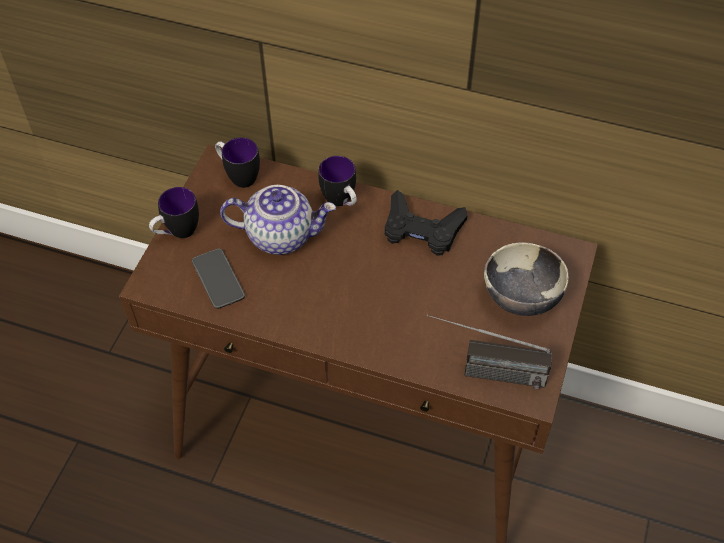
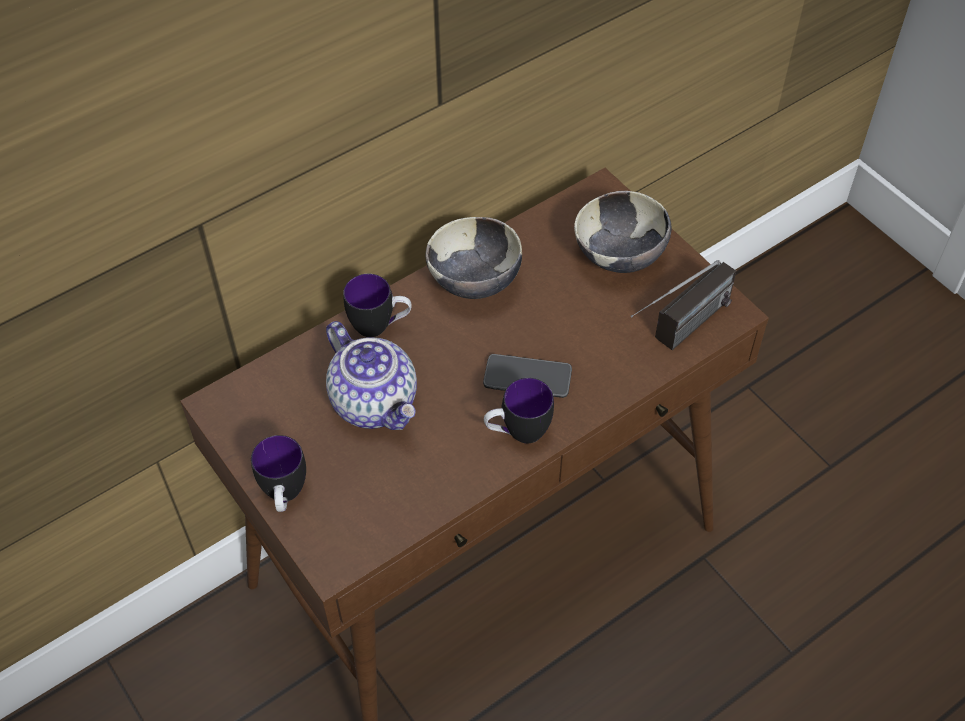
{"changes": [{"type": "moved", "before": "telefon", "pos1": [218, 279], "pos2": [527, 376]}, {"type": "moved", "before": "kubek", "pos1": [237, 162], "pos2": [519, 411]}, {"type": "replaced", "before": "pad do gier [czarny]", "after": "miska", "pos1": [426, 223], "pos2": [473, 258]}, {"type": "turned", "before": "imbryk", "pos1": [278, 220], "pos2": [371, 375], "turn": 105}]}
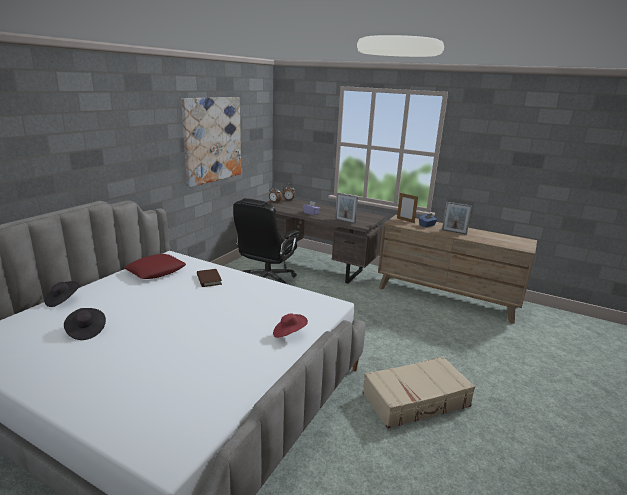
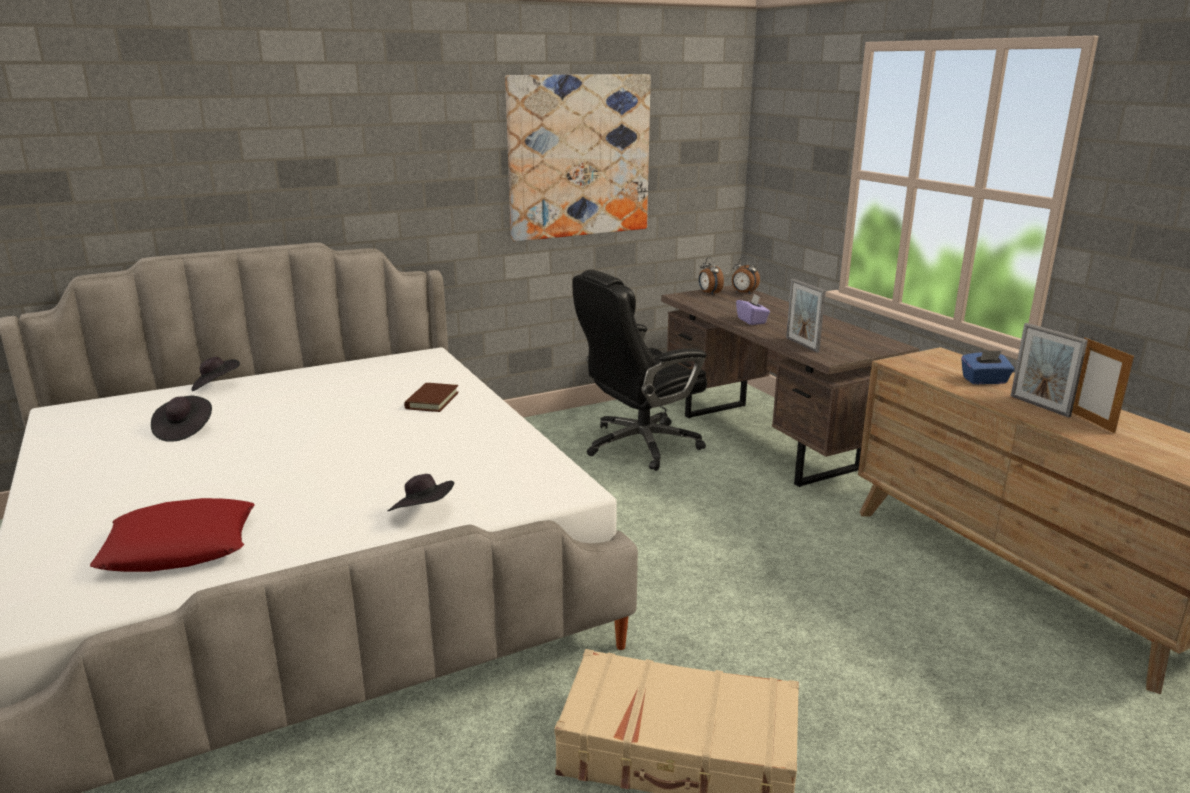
{"changes": [{"type": "moved", "before": "poduszka [czerwony]", "pos1": [155, 266], "pos2": [172, 535]}, {"type": "moved", "before": "ramka na zdjęcie", "pos1": [407, 207], "pos2": [1103, 385]}, {"type": "recoloured", "before": "kapelusz [czerwony]", "after": "kapelusz [czarny]", "pos1": [290, 325], "pos2": [421, 492]}]}
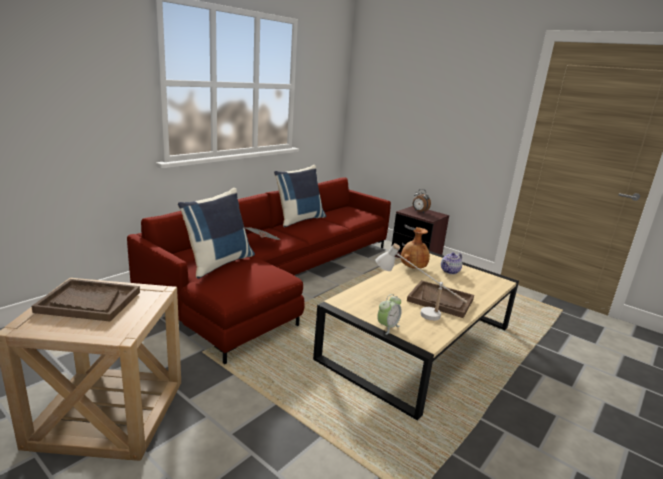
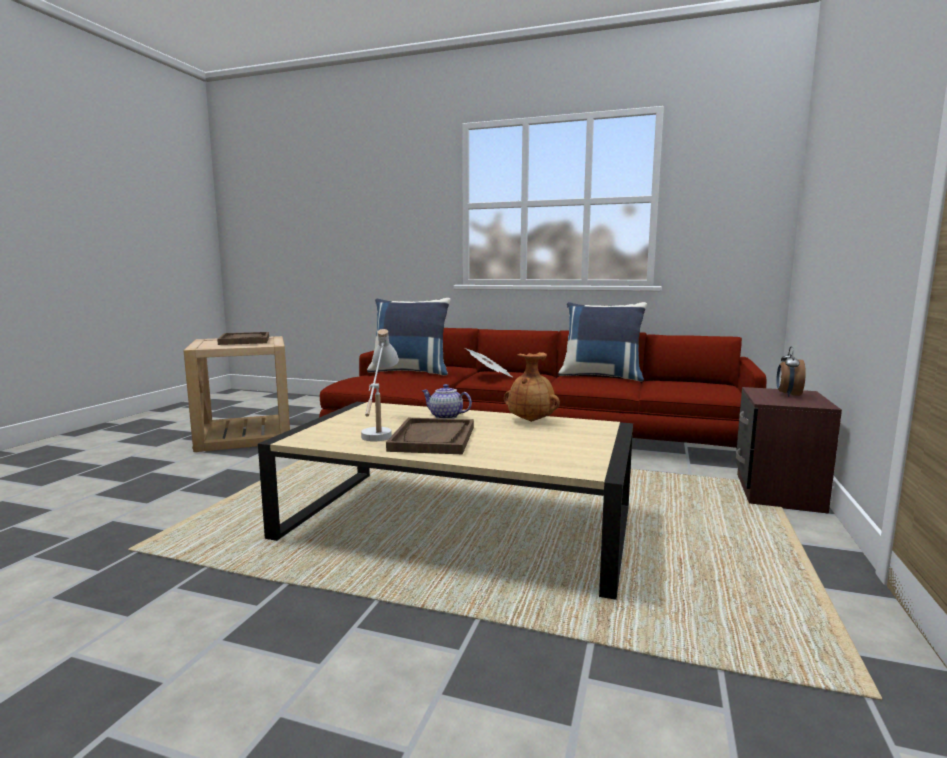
{"changes": [{"type": "removed", "before": "budzik", "pos1": [389, 314]}, {"type": "moved", "before": "imbryk", "pos1": [451, 263], "pos2": [447, 401]}]}
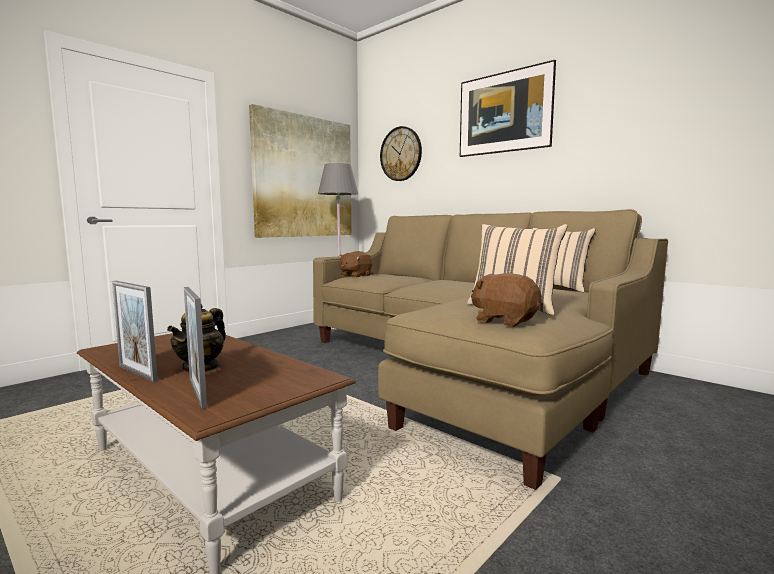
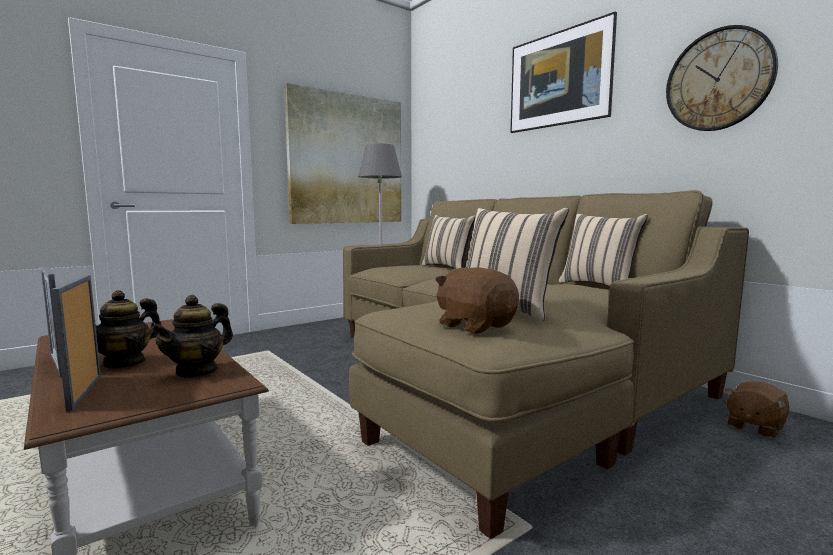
{"changes": [{"type": "added", "after": "imbryk", "pos2": [191, 336]}, {"type": "added", "after": "poduszka [beżowy]", "pos2": [448, 242]}, {"type": "moved", "before": "pluszak [brązowy]", "pos1": [356, 264], "pos2": [757, 409]}, {"type": "moved", "before": "zegar ścienny", "pos1": [401, 153], "pos2": [722, 78]}]}
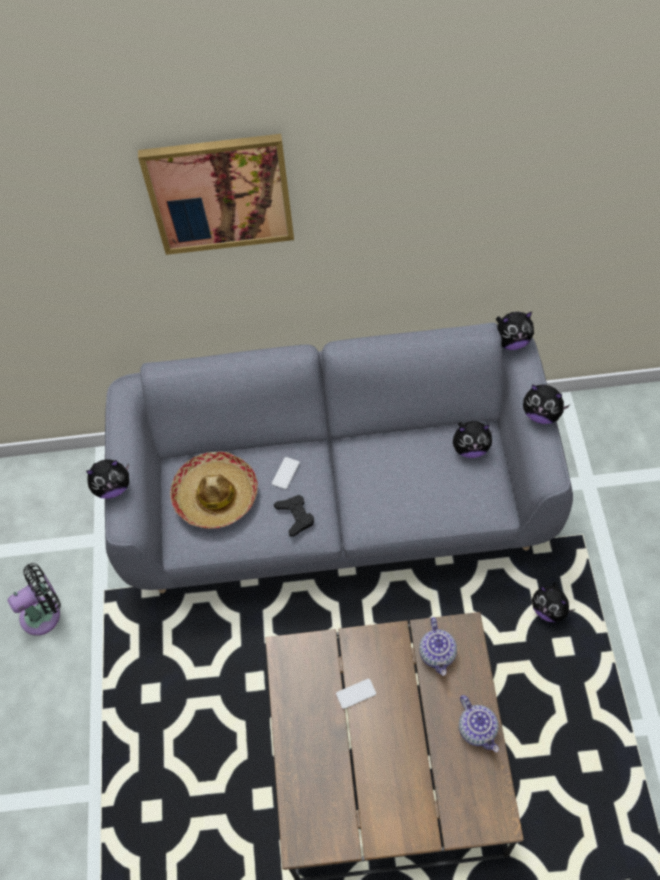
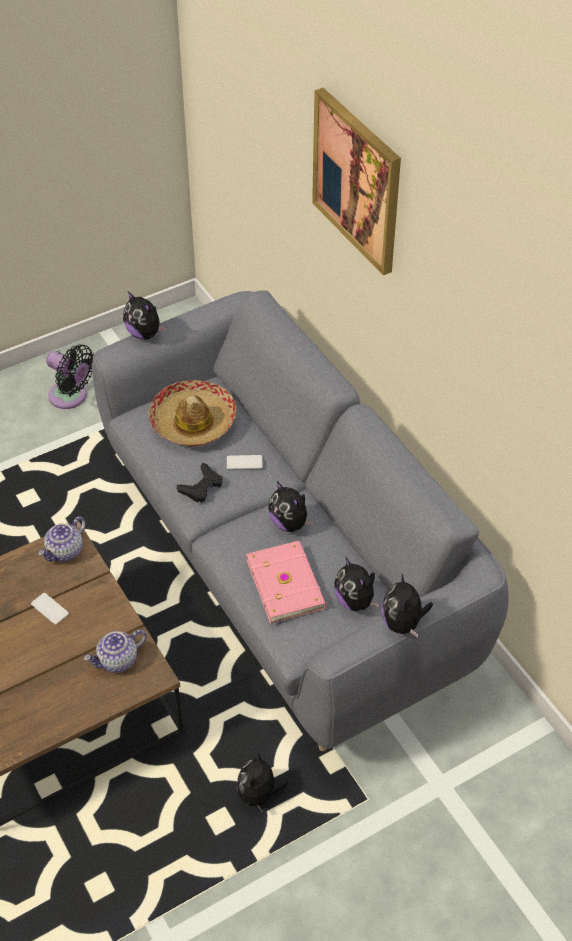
{"changes": [{"type": "added", "after": "książka [różowy]", "pos2": [286, 582]}, {"type": "moved", "before": "imbryk", "pos1": [479, 723], "pos2": [62, 539]}, {"type": "moved", "before": "pluszak", "pos1": [515, 331], "pos2": [290, 506]}]}
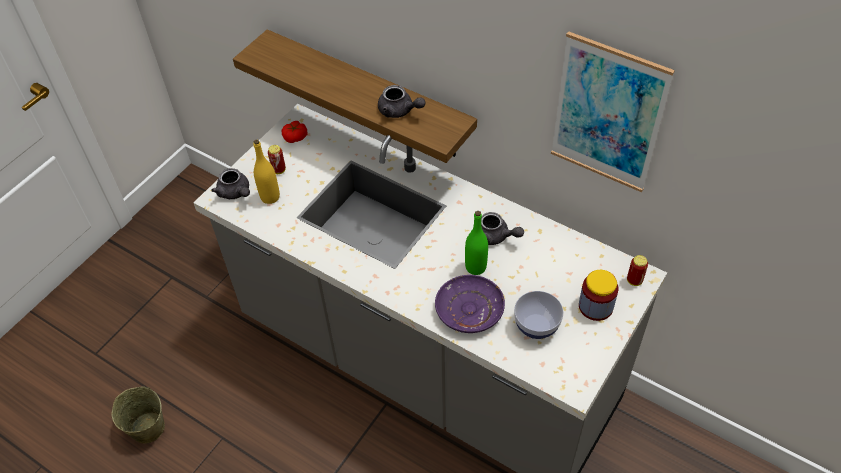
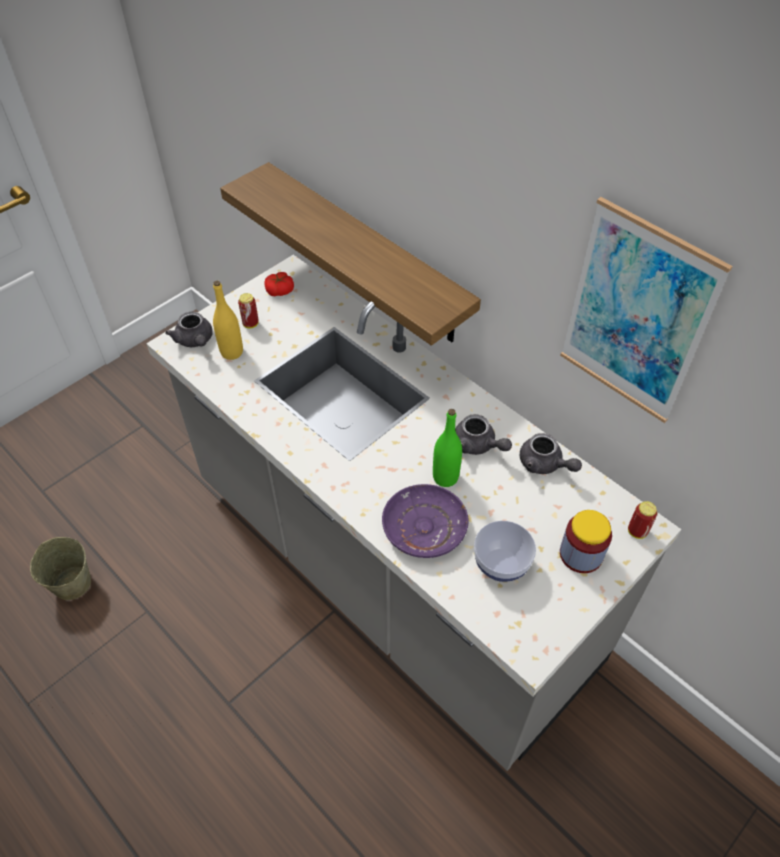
{"changes": [{"type": "moved", "before": "imbryk [szary]", "pos1": [402, 101], "pos2": [551, 453]}]}
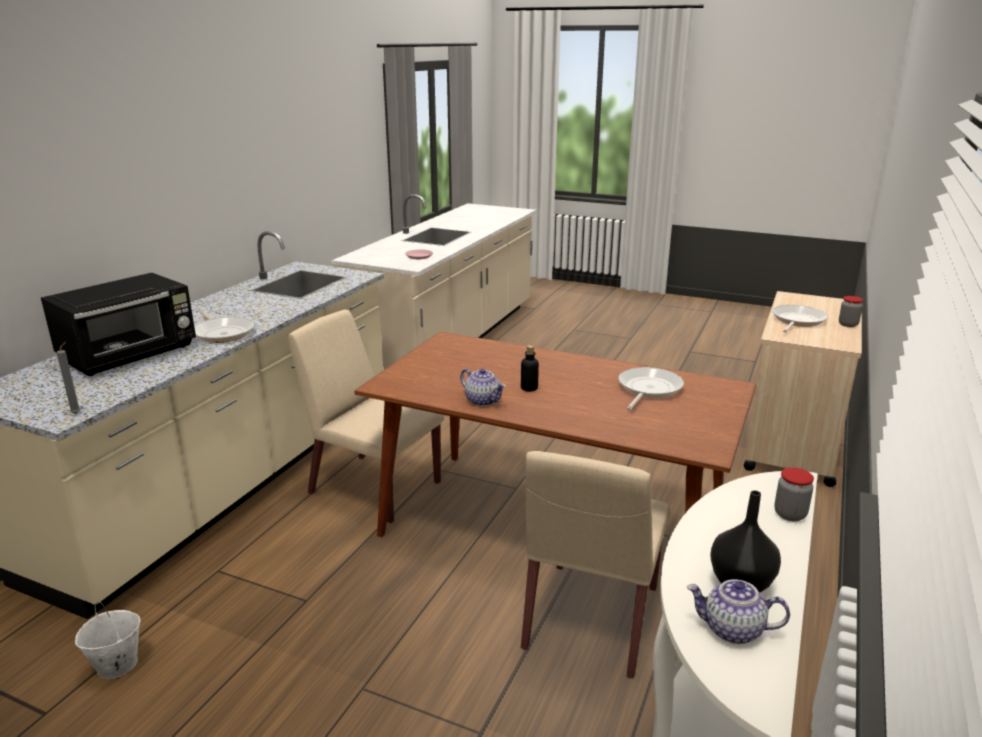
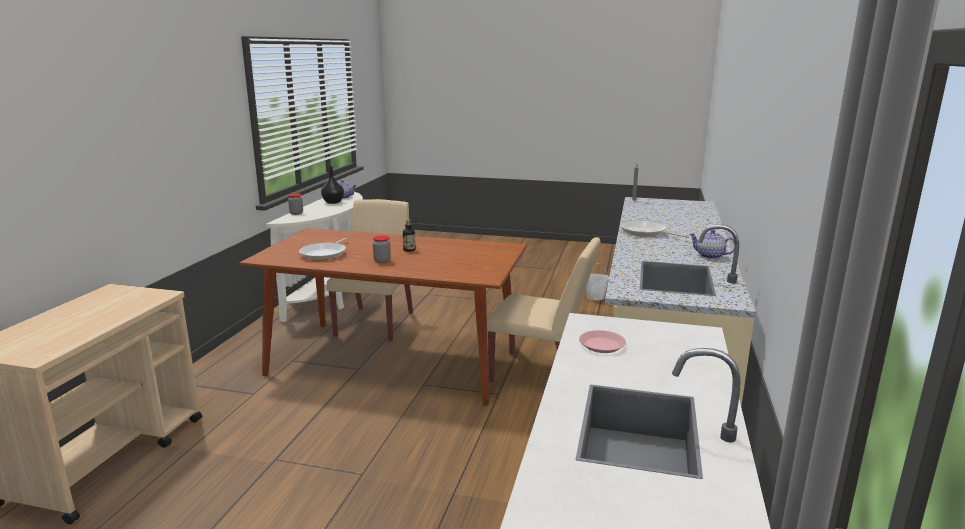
{"changes": [{"type": "removed", "before": "mikrofalówka [czarny]", "pos1": [118, 324]}, {"type": "removed", "before": "patelnia", "pos1": [800, 319]}, {"type": "moved", "before": "imbryk", "pos1": [483, 387], "pos2": [712, 244]}, {"type": "moved", "before": "słoik", "pos1": [851, 311], "pos2": [382, 249]}]}
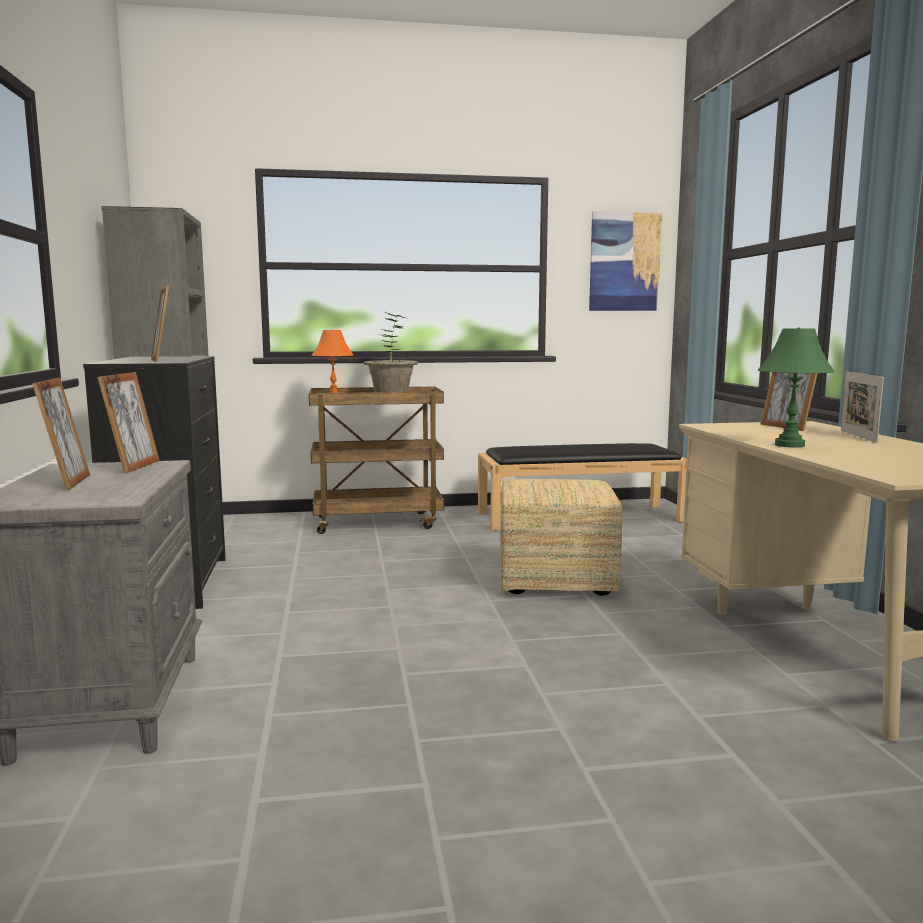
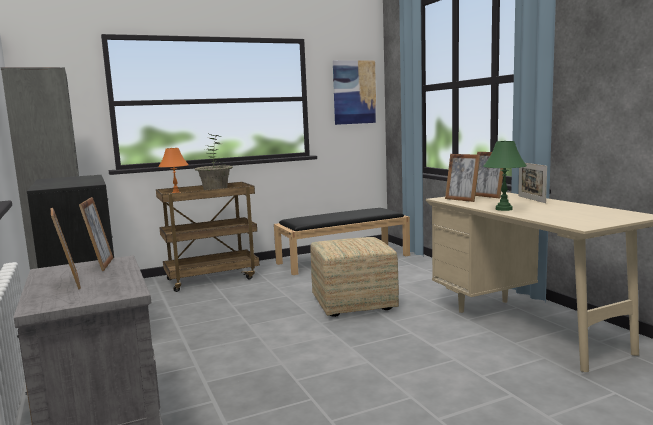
{"changes": [{"type": "moved", "before": "ramka na zdjęcie", "pos1": [160, 324], "pos2": [462, 178]}]}
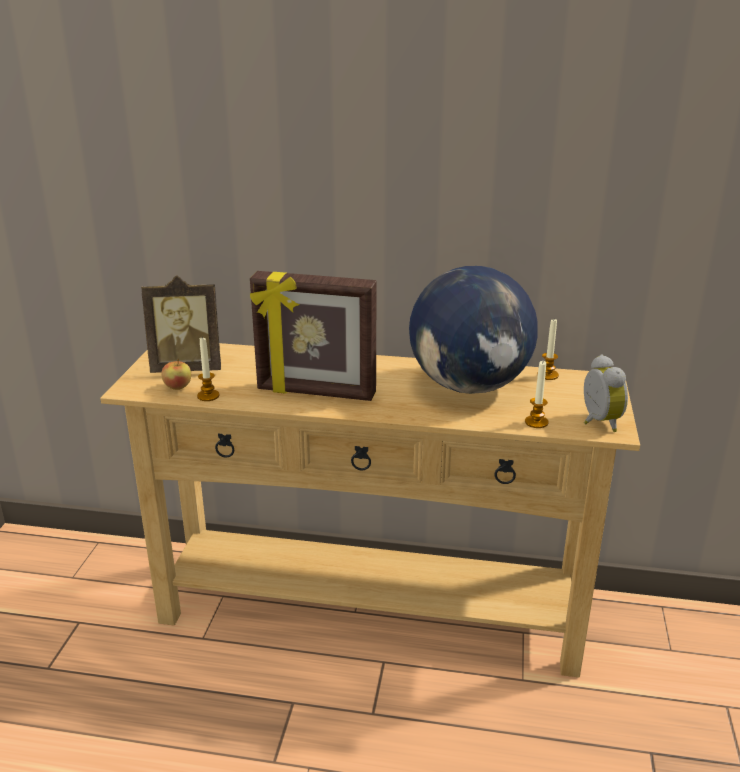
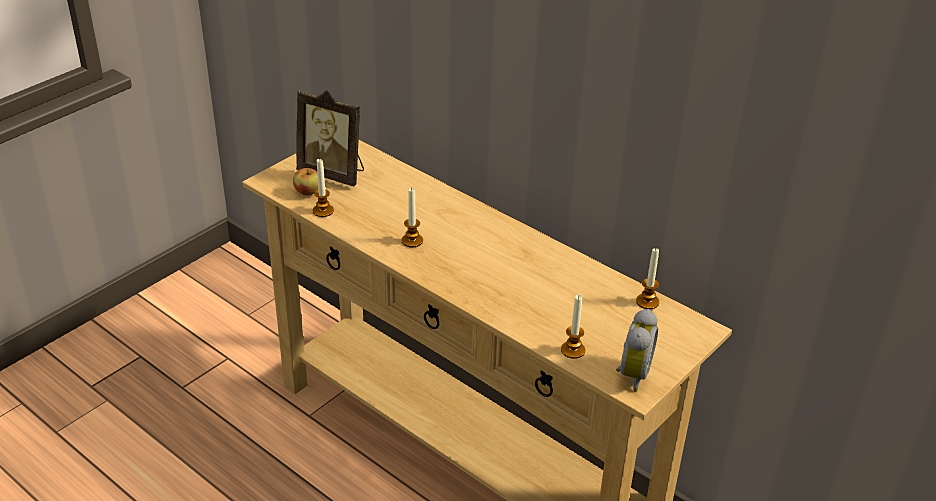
{"changes": [{"type": "removed", "before": "globus", "pos1": [473, 330]}, {"type": "replaced", "before": "ramka na zdjęcie", "after": "świeca", "pos1": [313, 336], "pos2": [412, 217]}]}
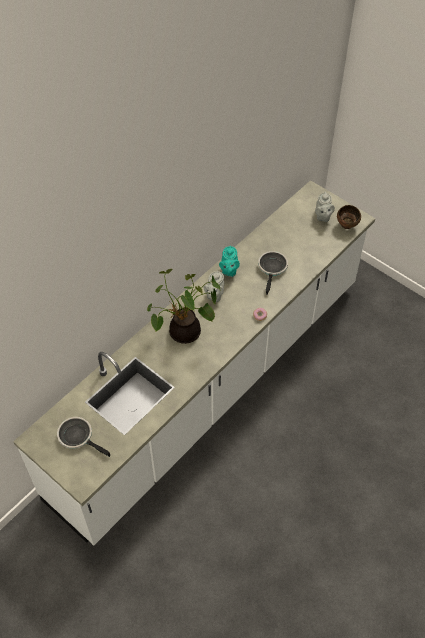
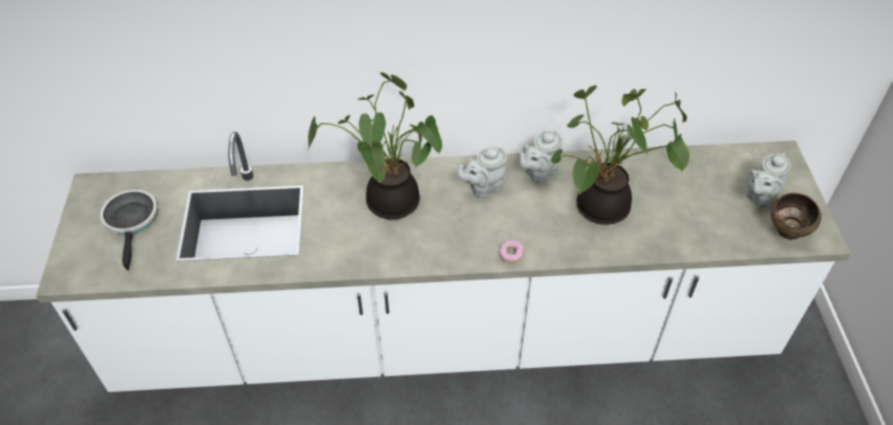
{"changes": [{"type": "replaced", "before": "patelnia", "after": "roślina doniczkowa", "pos1": [273, 273], "pos2": [620, 155]}, {"type": "recoloured", "before": "imbryk [turkusowy]", "after": "imbryk [szary]", "pos1": [229, 261], "pos2": [541, 156]}]}
